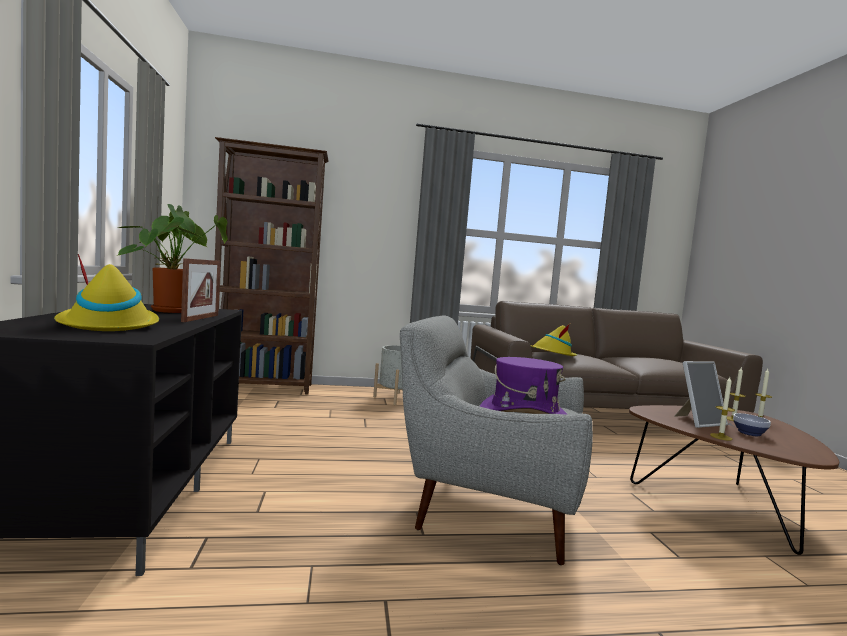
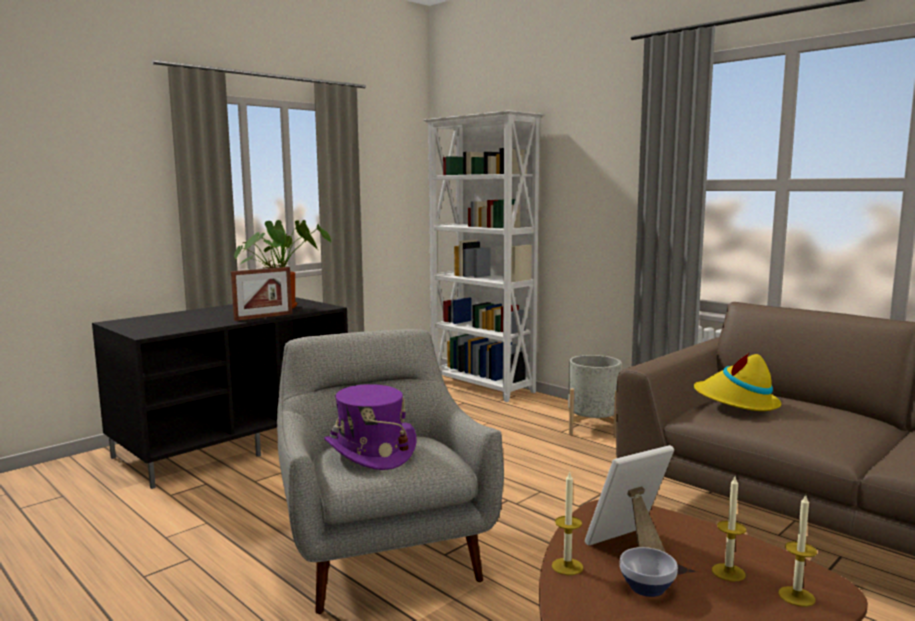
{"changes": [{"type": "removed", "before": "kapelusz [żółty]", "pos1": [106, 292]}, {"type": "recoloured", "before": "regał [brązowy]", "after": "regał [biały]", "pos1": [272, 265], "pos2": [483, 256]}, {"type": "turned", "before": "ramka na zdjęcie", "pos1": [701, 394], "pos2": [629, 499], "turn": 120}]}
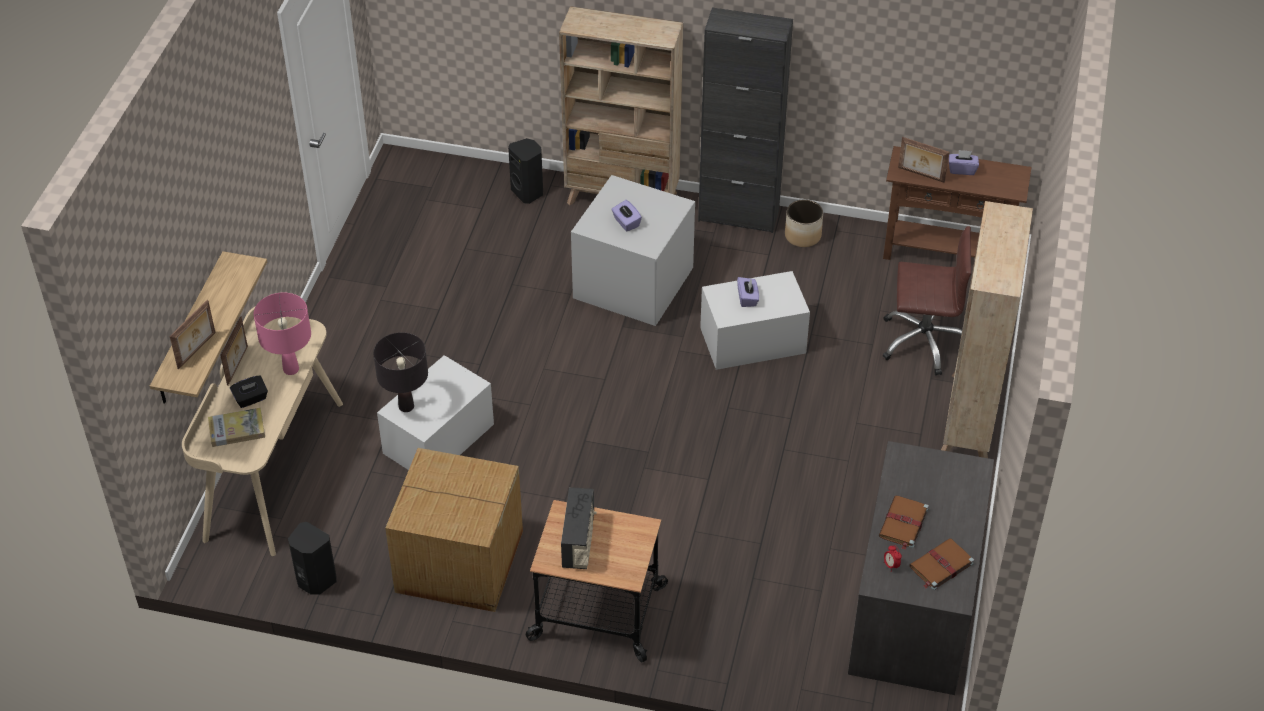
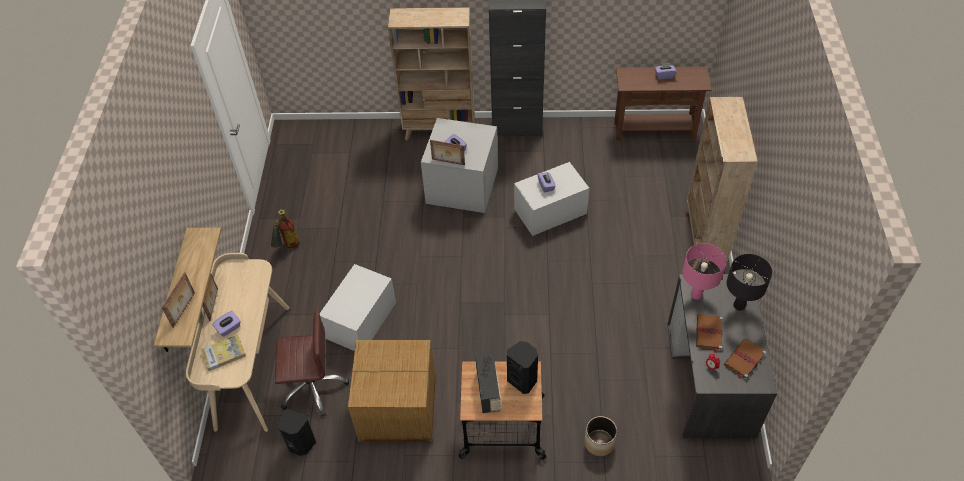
{"changes": [{"type": "added", "after": "gaśnica", "pos2": [285, 228]}, {"type": "moved", "before": "lampa stołowa [różowy]", "pos1": [282, 334], "pos2": [704, 271]}, {"type": "moved", "before": "lampa stołowa [czarny]", "pos1": [400, 372], "pos2": [749, 282]}, {"type": "moved", "before": "głośnik [czarny]", "pos1": [525, 171], "pos2": [522, 367]}, {"type": "moved", "before": "donica", "pos1": [804, 223], "pos2": [600, 436]}, {"type": "moved", "before": "krzesło biurowe [brązowy]", "pos1": [927, 301], "pos2": [312, 363]}, {"type": "moved", "before": "ramka na zdjęcie", "pos1": [924, 160], "pos2": [447, 152]}, {"type": "recoloured", "before": "pudełko chusteczek [czarny]", "after": "pudełko chusteczek [fioletowy]", "pos1": [249, 391], "pos2": [226, 324]}]}
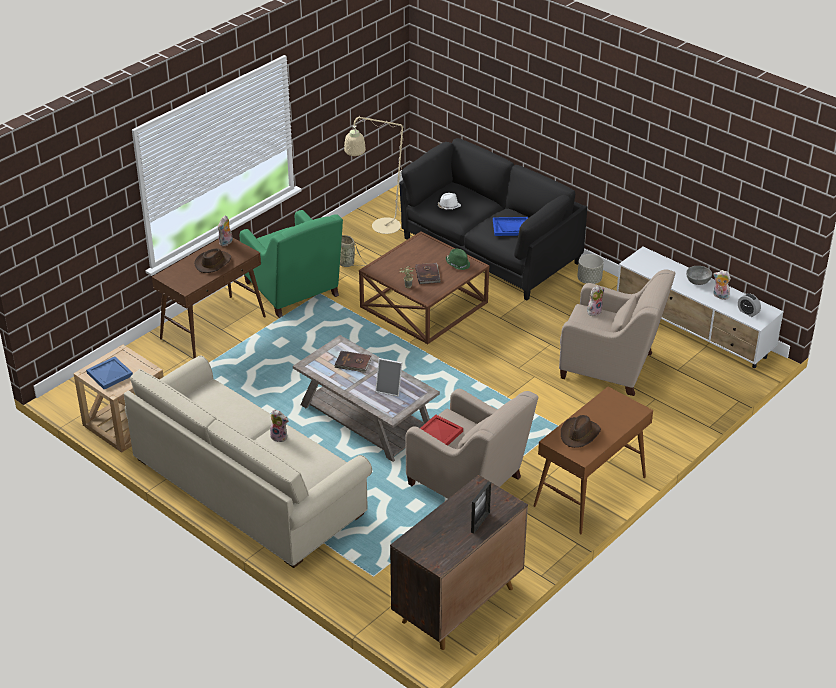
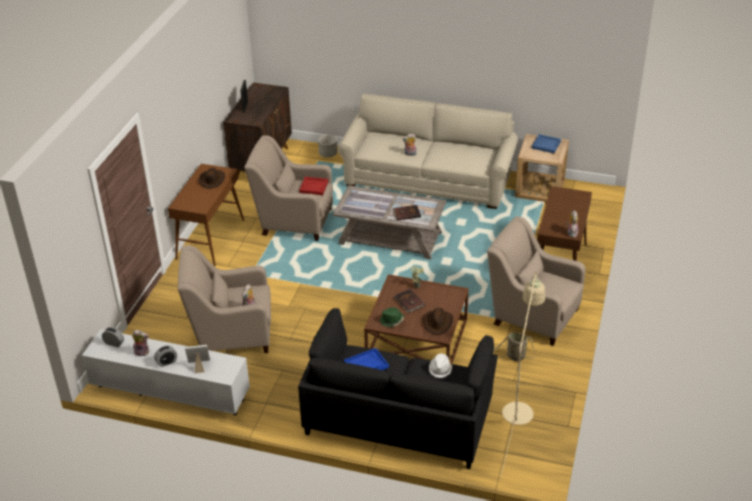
{"changes": [{"type": "moved", "before": "kapelusz [brązowy]", "pos1": [212, 260], "pos2": [438, 321]}, {"type": "moved", "before": "ramka na zdjęcie", "pos1": [388, 377], "pos2": [197, 359]}, {"type": "moved", "before": "donica [szary]", "pos1": [590, 269], "pos2": [328, 146]}, {"type": "replaced", "before": "miska [szary]", "after": "budzik", "pos1": [699, 275], "pos2": [165, 356]}, {"type": "recoloured", "before": "fotel [zielony]", "after": "fotel [beżowy]", "pos1": [291, 264], "pos2": [536, 281]}]}
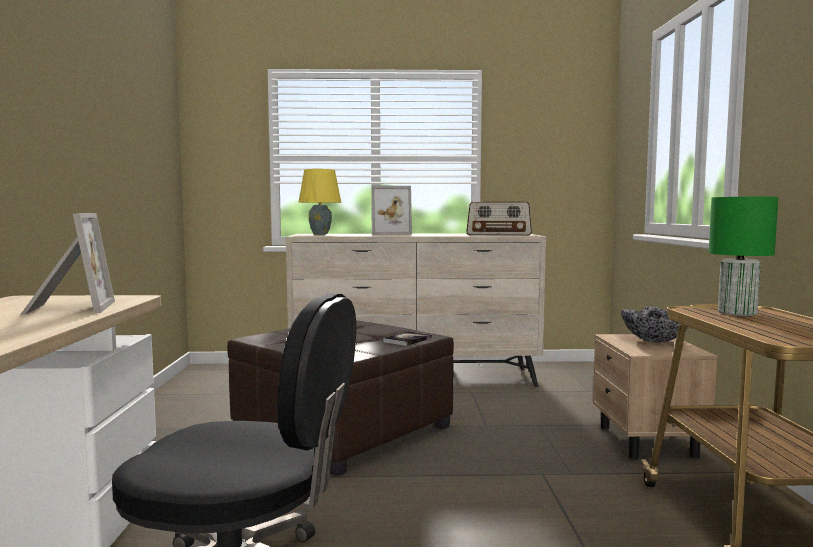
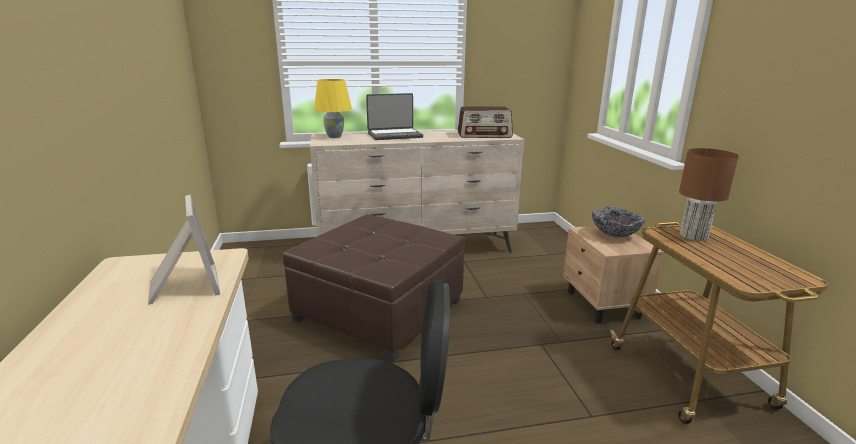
{"changes": [{"type": "removed", "before": "książka", "pos1": [407, 338]}, {"type": "replaced", "before": "ramka na zdjęcie", "after": "laptop", "pos1": [392, 210], "pos2": [394, 116]}, {"type": "recoloured", "before": "lampa stołowa [zielony]", "after": "lampa stołowa [brązowy]", "pos1": [743, 256], "pos2": [709, 194]}]}
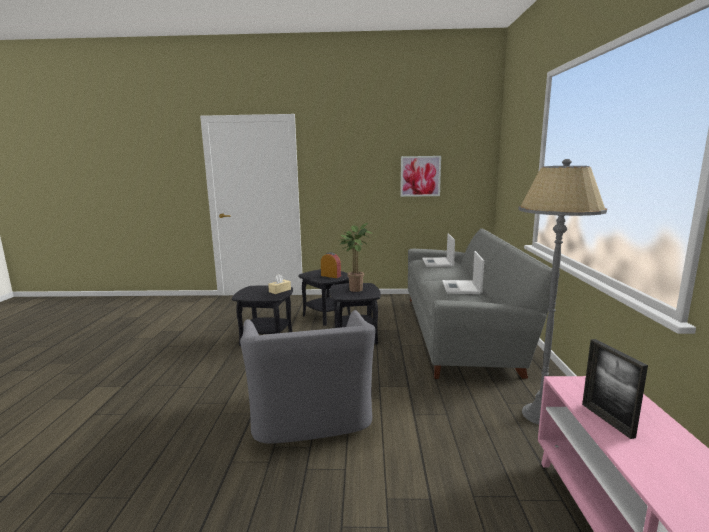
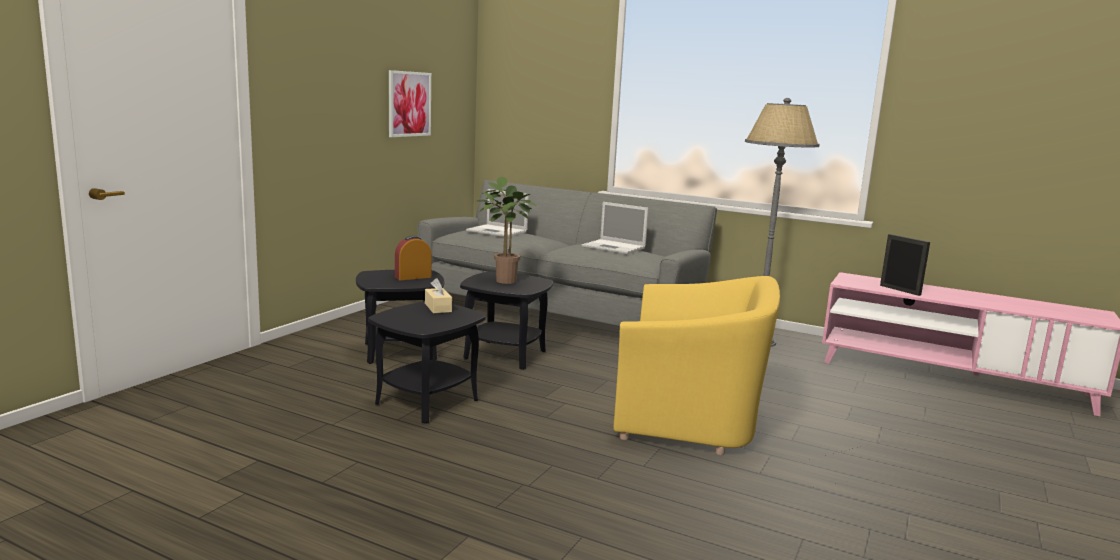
{"changes": [{"type": "recoloured", "before": "fotel [szary]", "after": "fotel [żółty]", "pos1": [308, 377], "pos2": [696, 365]}, {"type": "turned", "before": "ramka na zdjęcie", "pos1": [615, 389], "pos2": [905, 265], "turn": -135}]}
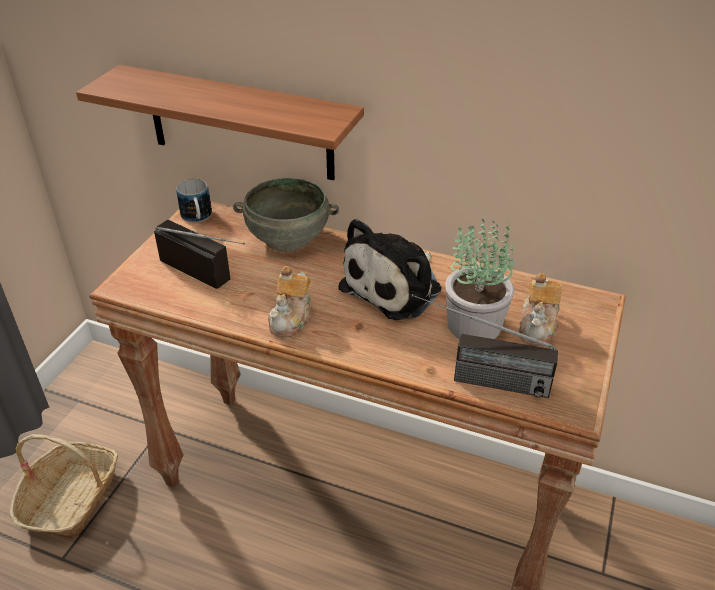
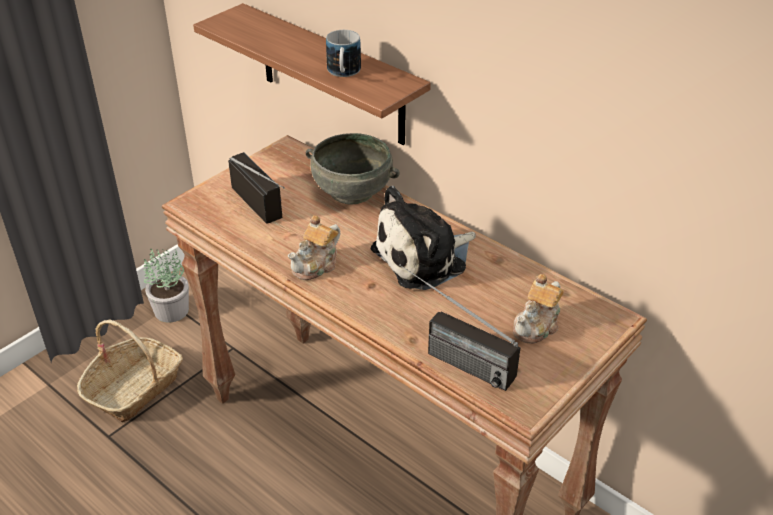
{"changes": [{"type": "moved", "before": "kubek", "pos1": [194, 201], "pos2": [343, 53]}, {"type": "moved", "before": "roślina doniczkowa", "pos1": [480, 278], "pos2": [166, 285]}]}
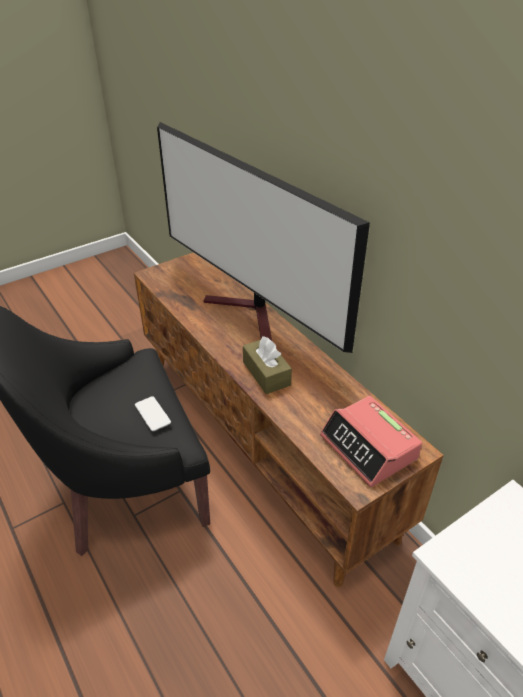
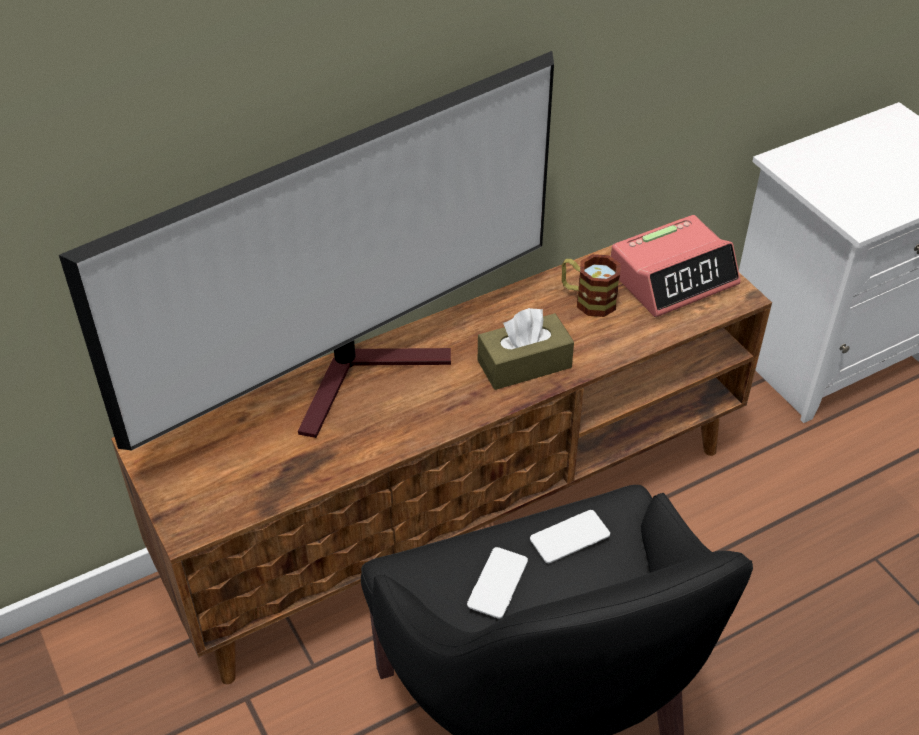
{"changes": [{"type": "added", "after": "telefon", "pos2": [497, 583]}, {"type": "added", "after": "kubek", "pos2": [591, 285]}]}
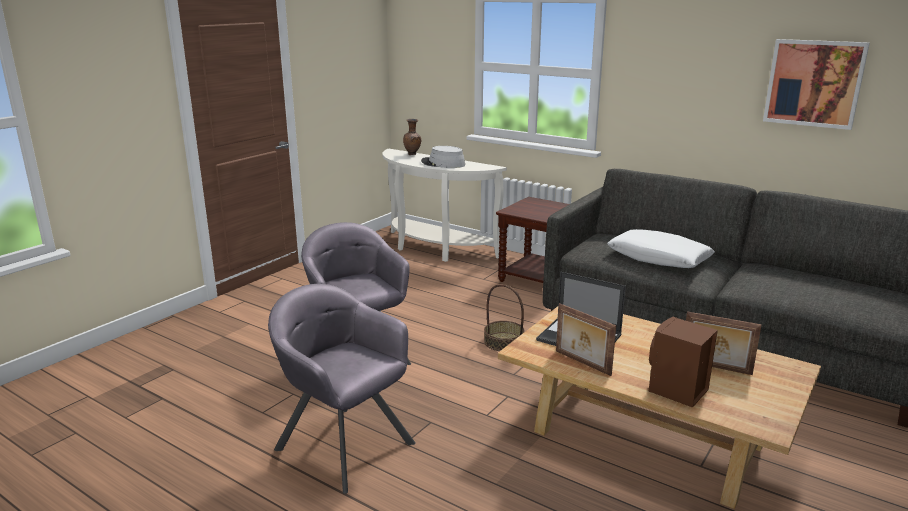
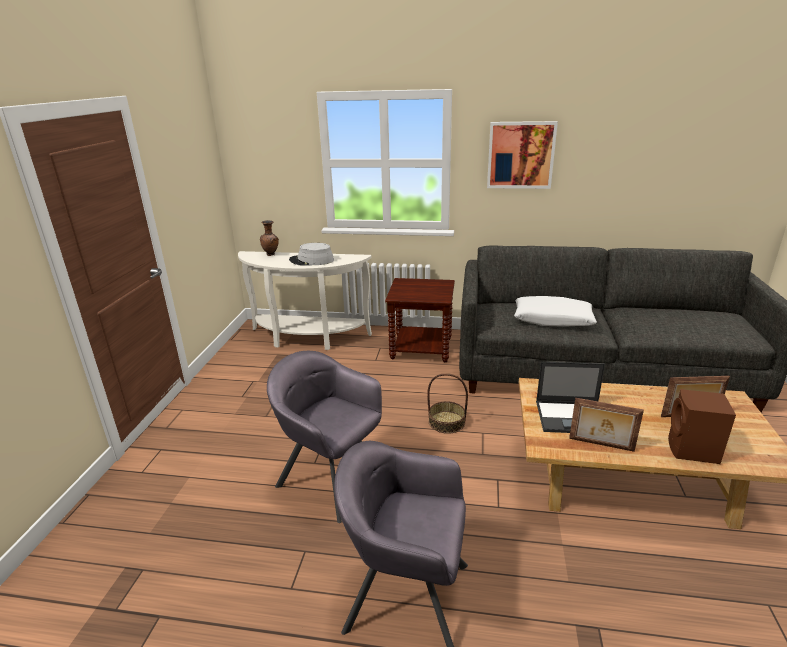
{"changes": [{"type": "moved", "before": "obraz", "pos1": [816, 84], "pos2": [522, 155]}]}
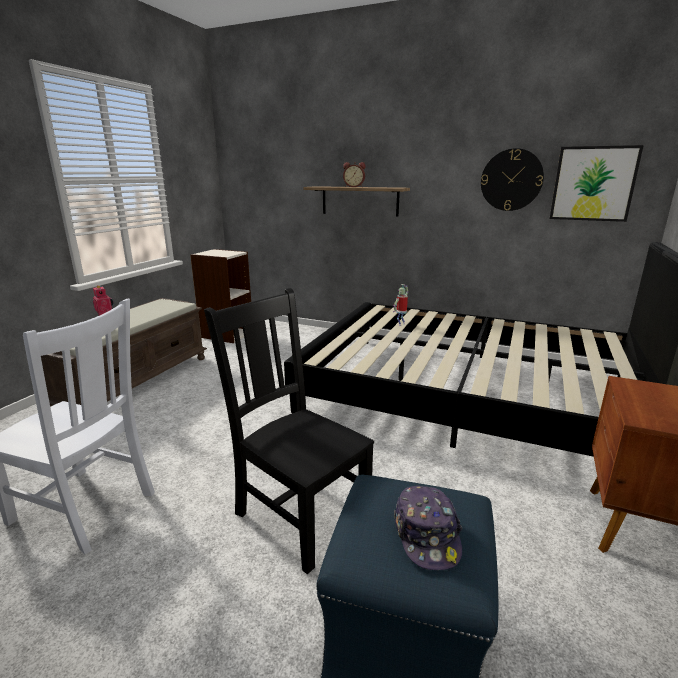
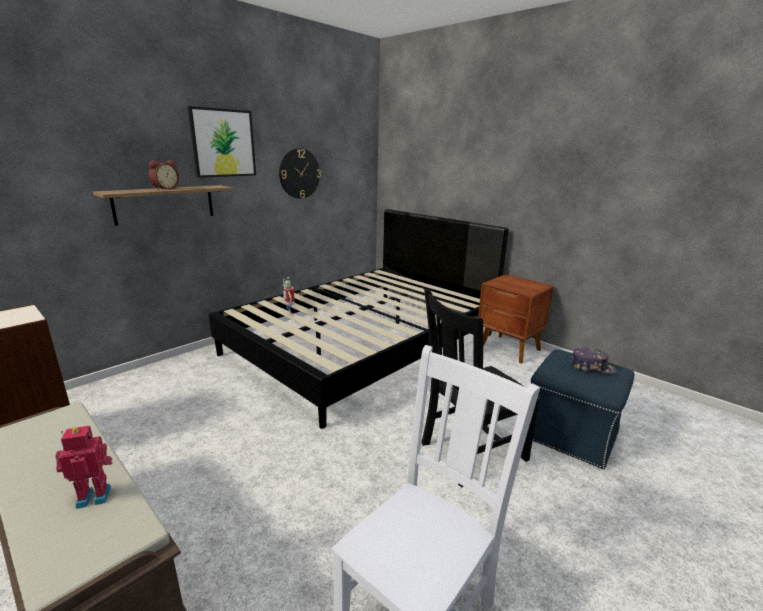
{"changes": [{"type": "moved", "before": "obraz", "pos1": [597, 183], "pos2": [221, 142]}]}
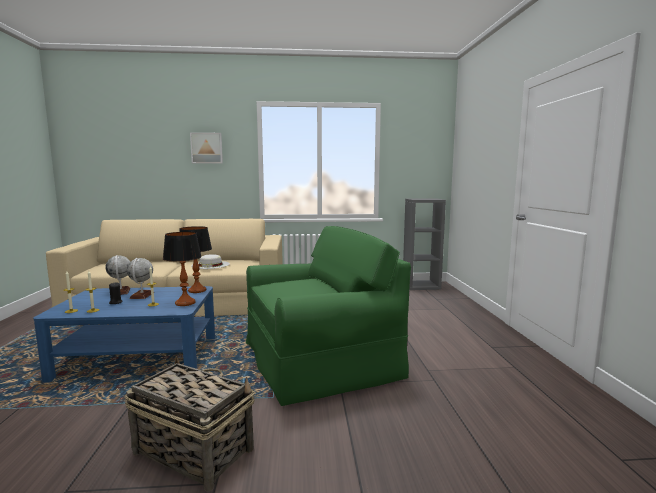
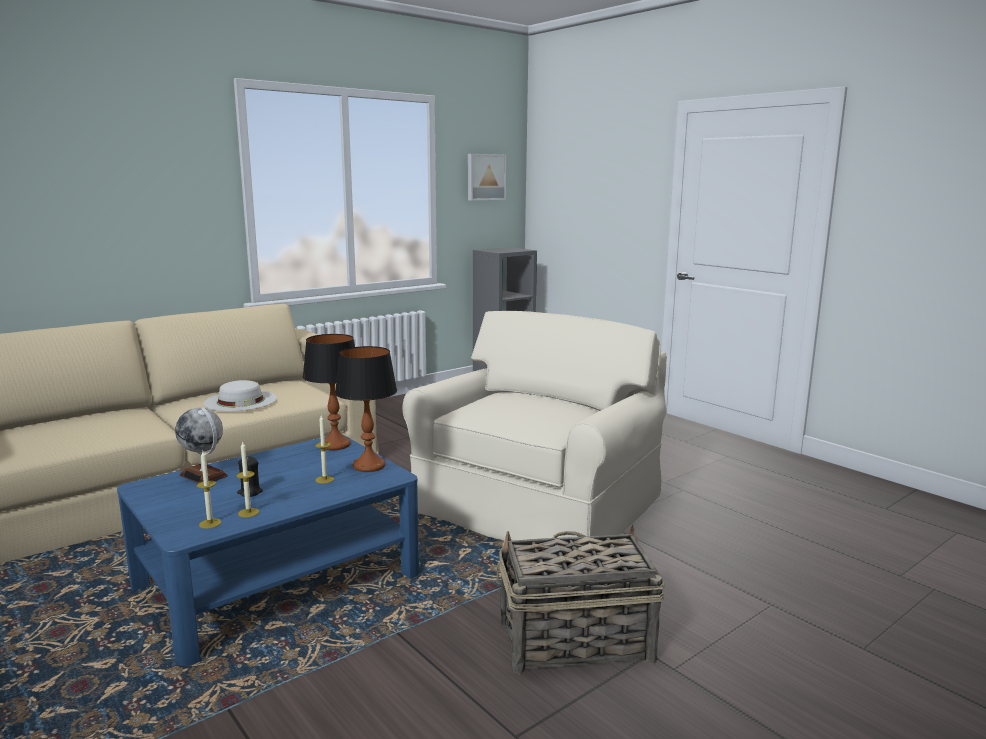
{"changes": [{"type": "removed", "before": "globus", "pos1": [140, 278]}, {"type": "moved", "before": "obraz", "pos1": [206, 148], "pos2": [487, 177]}, {"type": "recoloured", "before": "fotel [zielony]", "after": "fotel [beżowy]", "pos1": [328, 316], "pos2": [535, 434]}]}
